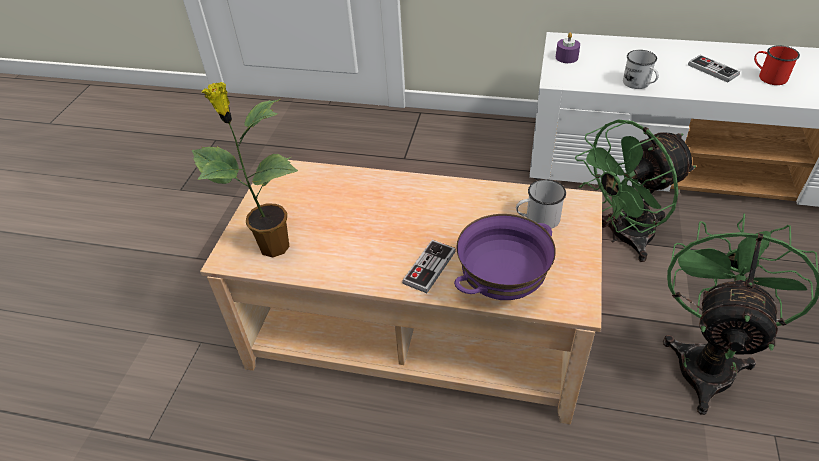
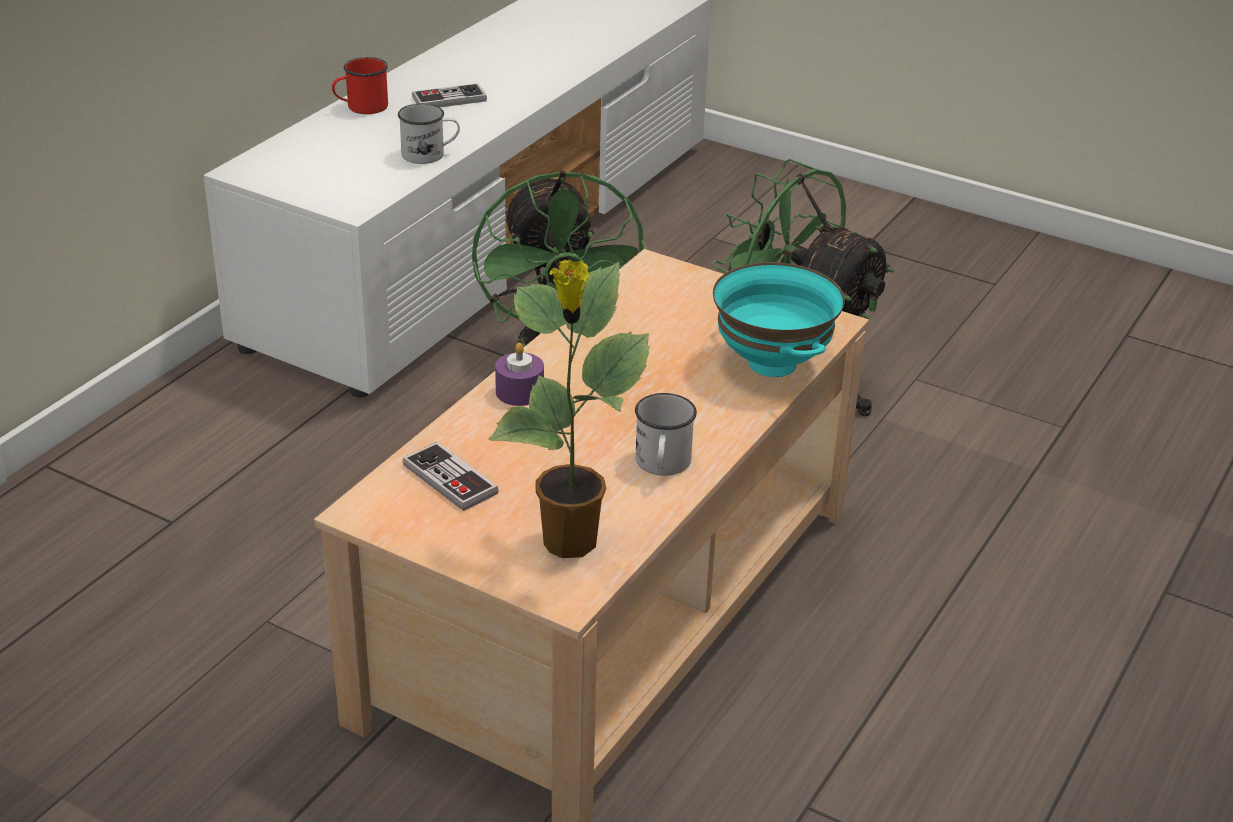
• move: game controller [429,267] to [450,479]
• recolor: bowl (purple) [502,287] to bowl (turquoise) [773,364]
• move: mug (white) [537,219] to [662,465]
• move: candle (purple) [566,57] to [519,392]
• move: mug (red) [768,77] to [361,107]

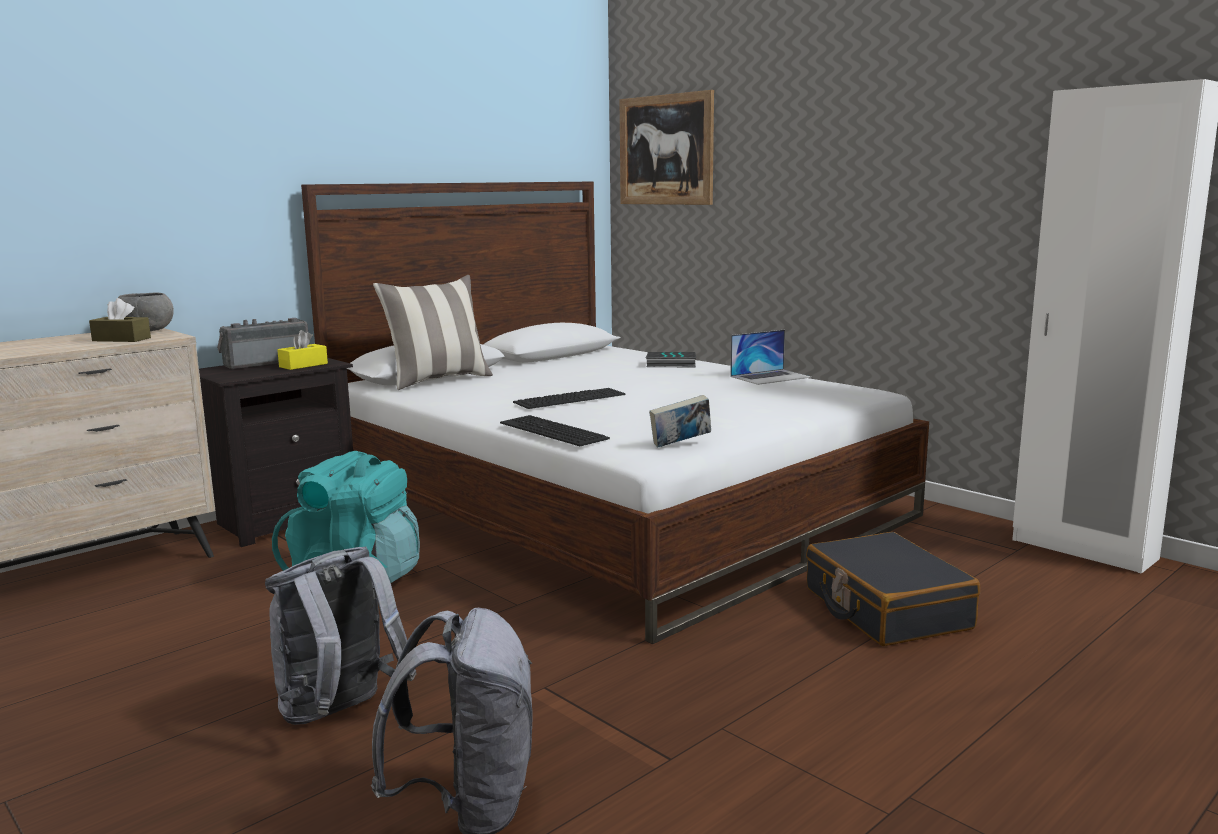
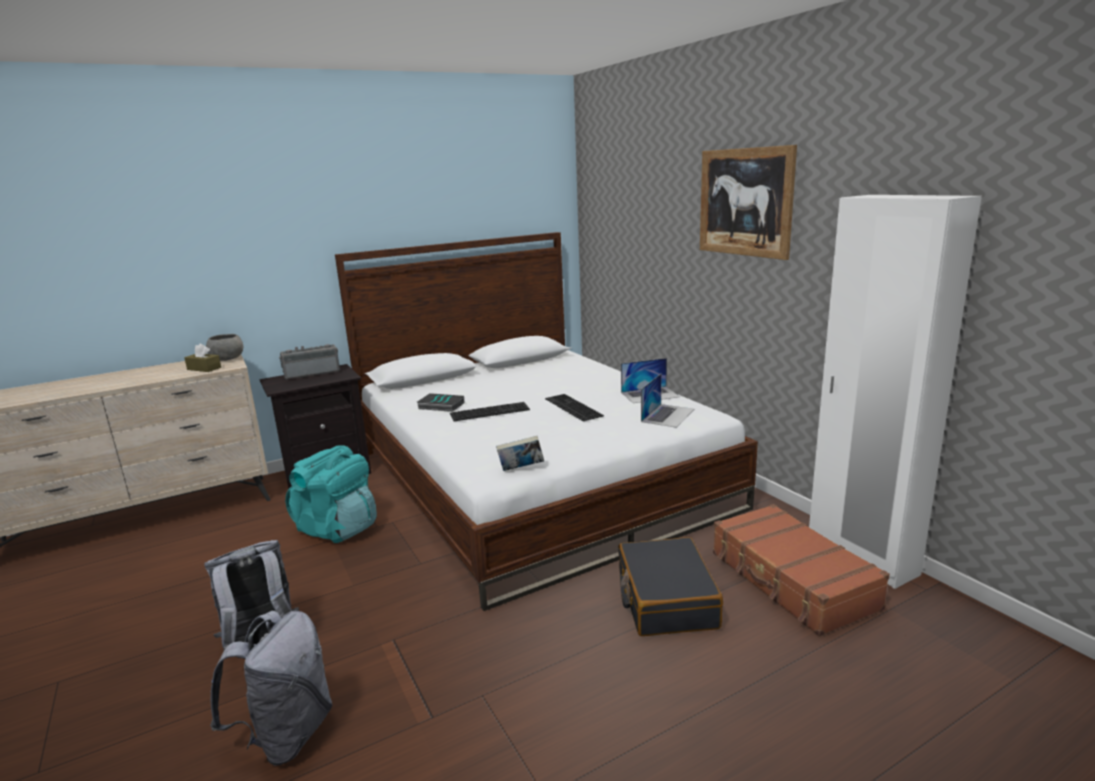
• delete: tissue box (yellow) [303,365]
• delete: pillow [438,381]
• move: keyboard [550,431] to [571,407]
• move: picture [666,150] to [745,202]
• move: book [670,364] to [440,406]
• insert: laptop [668,415]
• insert: suitcase (brown) [791,581]

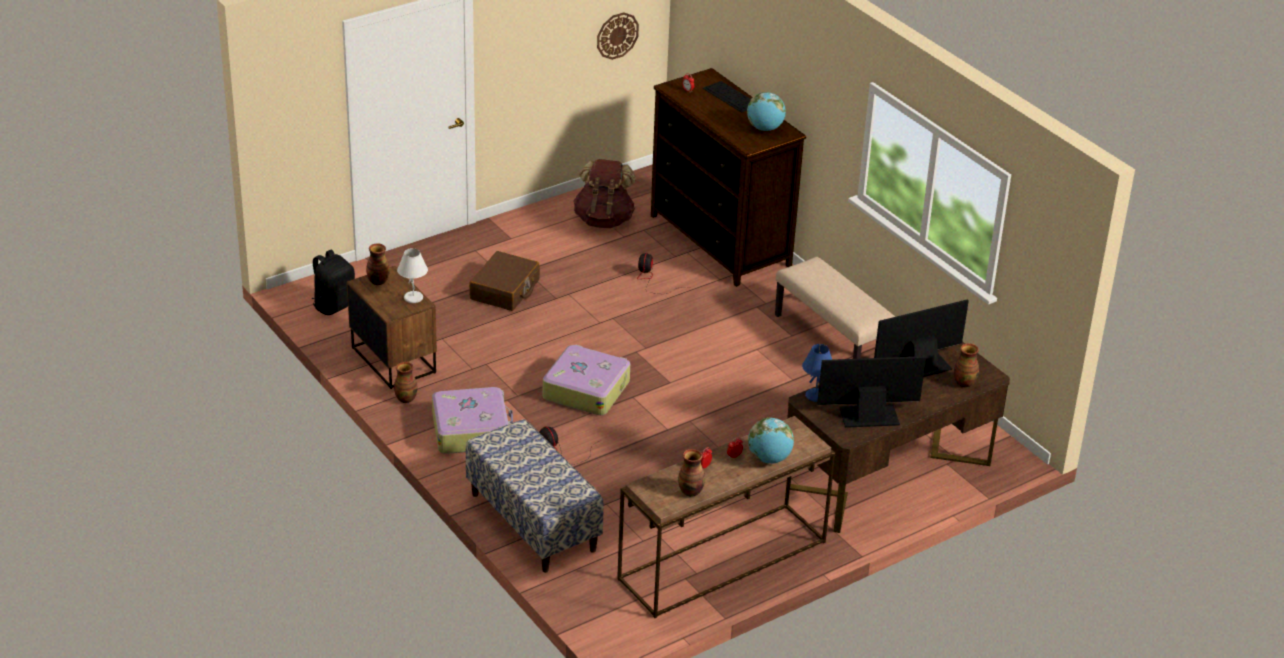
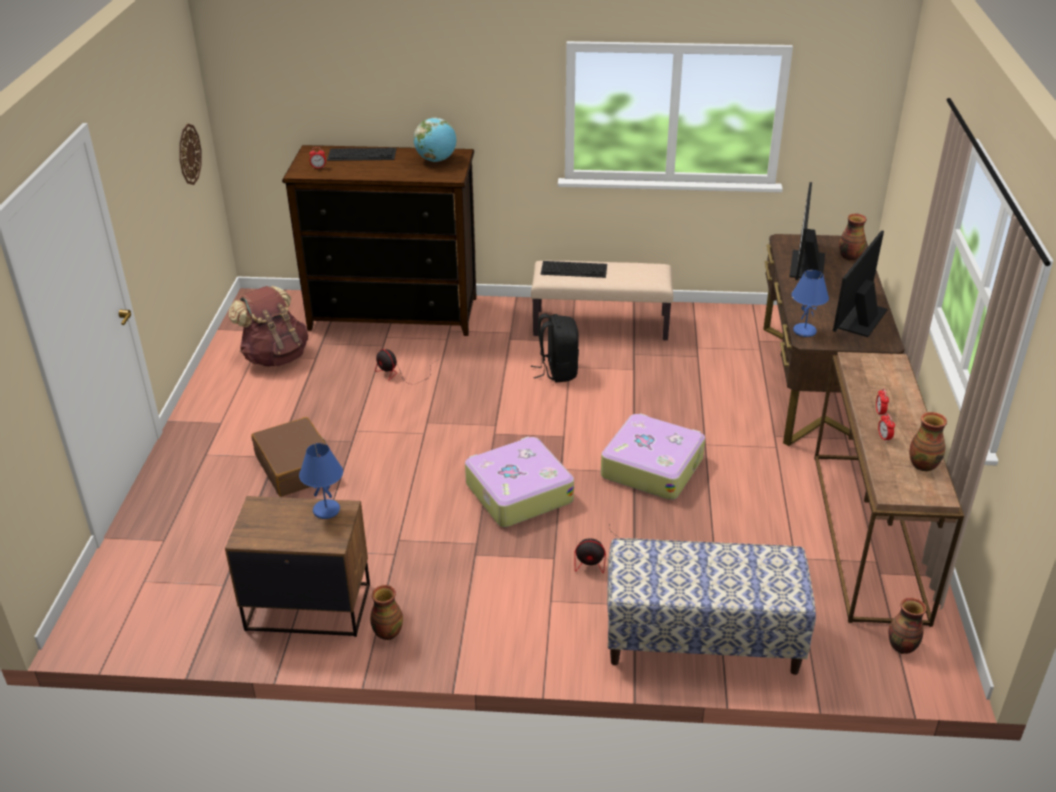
• move: backpack (black) [334,305] to [557,371]
• move: vase [377,281] to [902,647]
• recolor: table lamp (white) [414,298] to table lamp (blue) [327,510]
• move: suitcase [471,430] to [652,467]
• delete: globe [769,459]
• insert: keyboard [574,269]

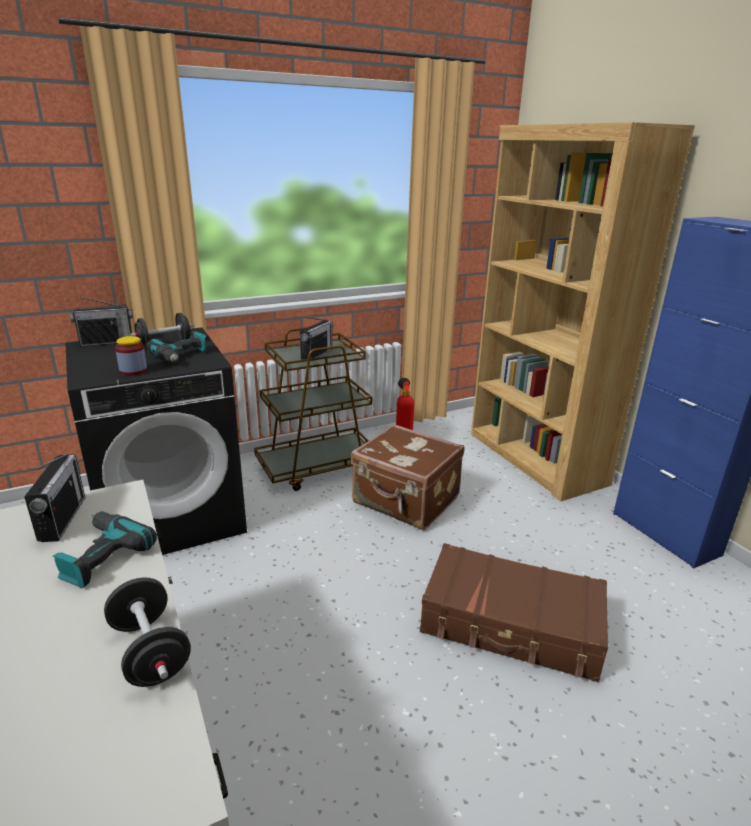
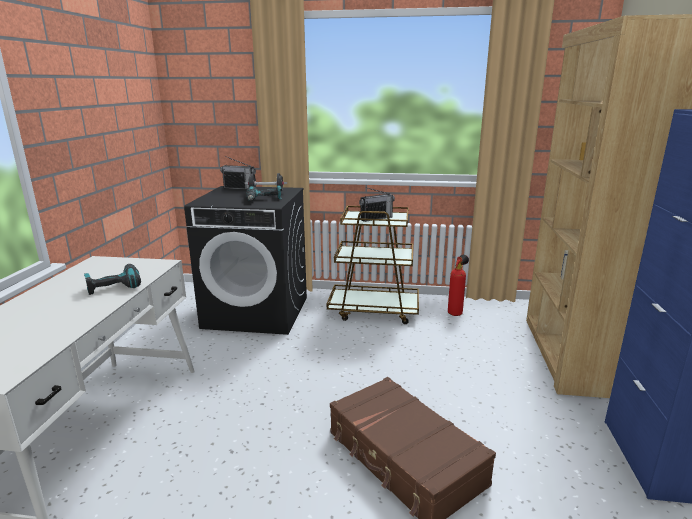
• delete: radio [62,518]
• delete: dumbbell (black) [150,651]
• delete: jar [133,371]
• delete: suitcase (brown) [405,501]

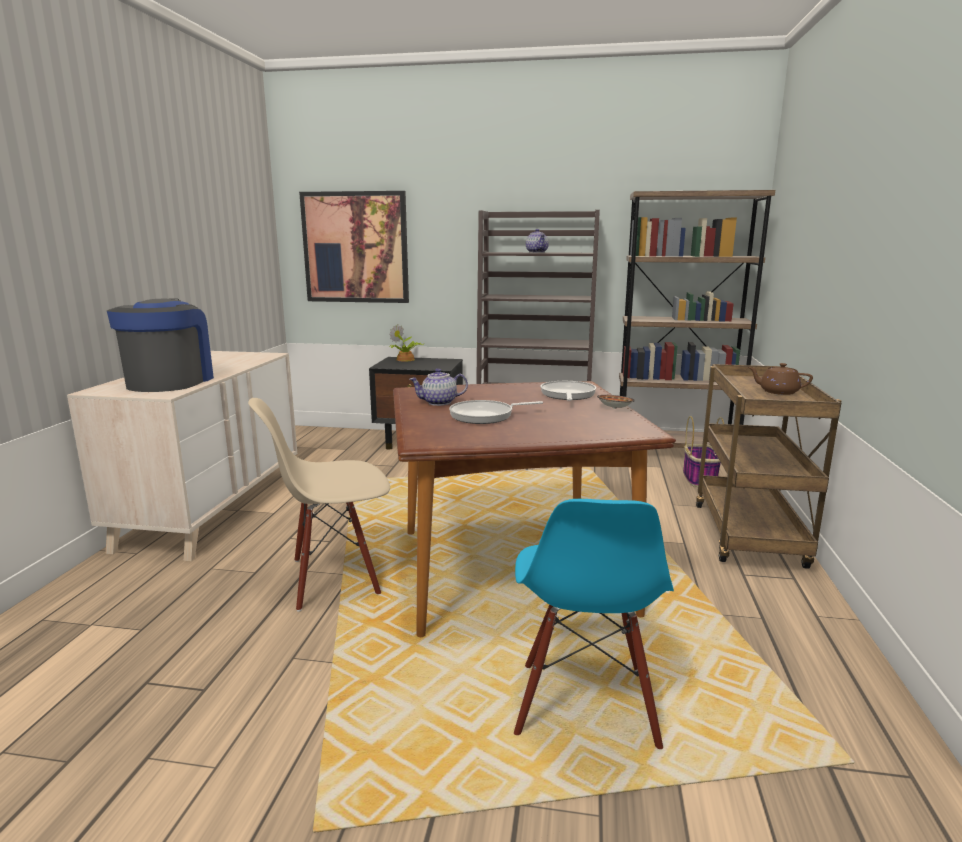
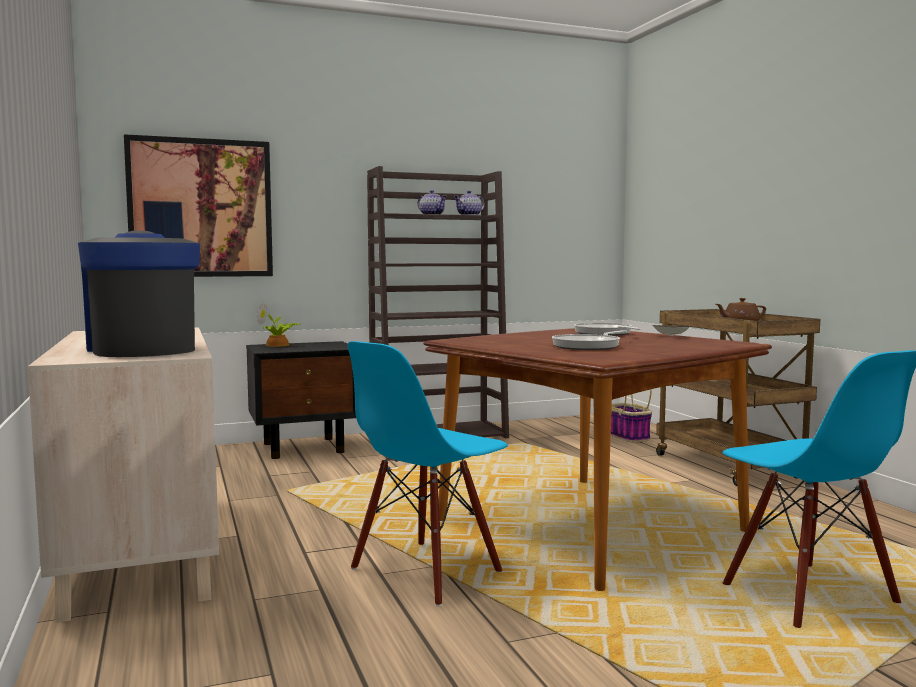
• recolor: chair (beige) [334,578] to chair (blue) [426,572]
• move: teapot [439,403] to [469,215]
• delete: bookcase (brown) [674,453]

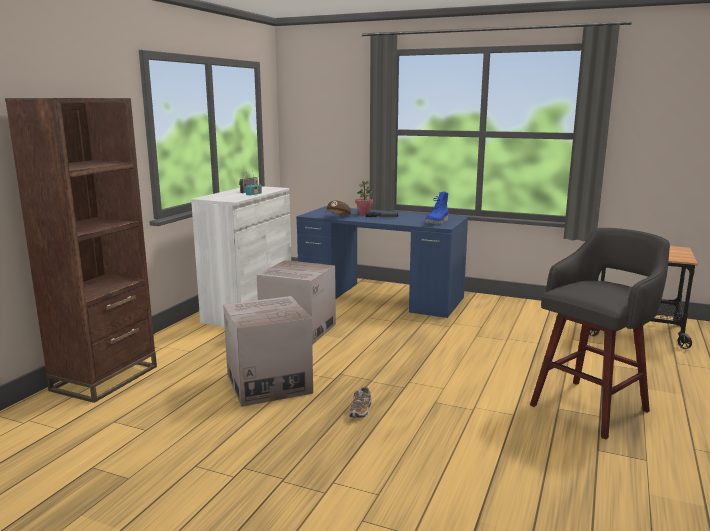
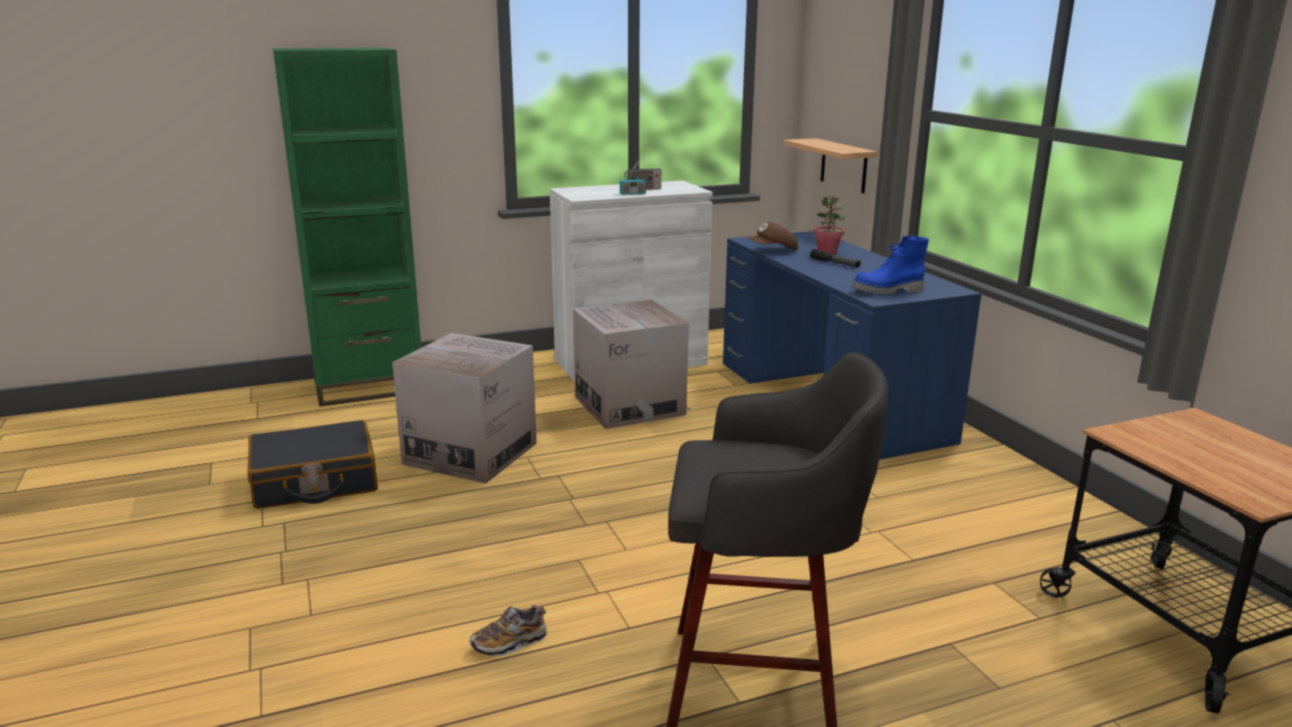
• recolor: bookcase (brown) [105,378] to bookcase (green) [369,387]
• move: shoe [360,411] to [509,643]
• insert: suitcase (black) [315,482]
• insert: shelf [843,165]

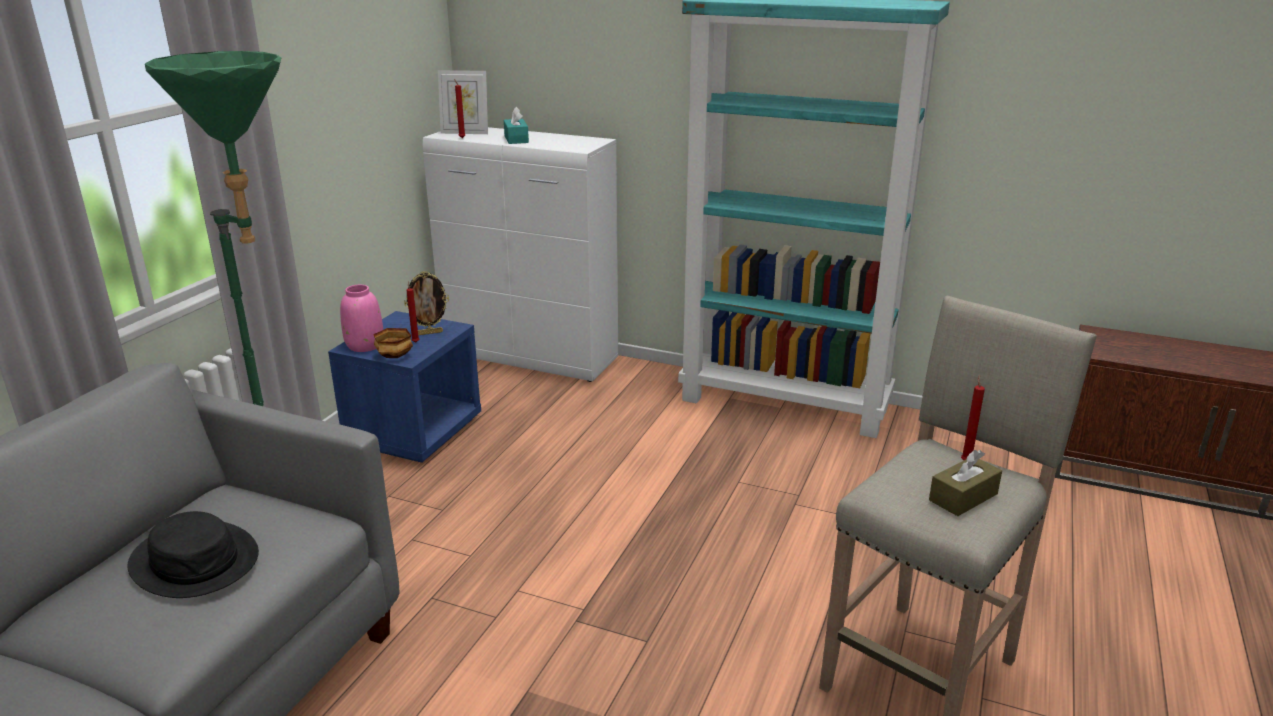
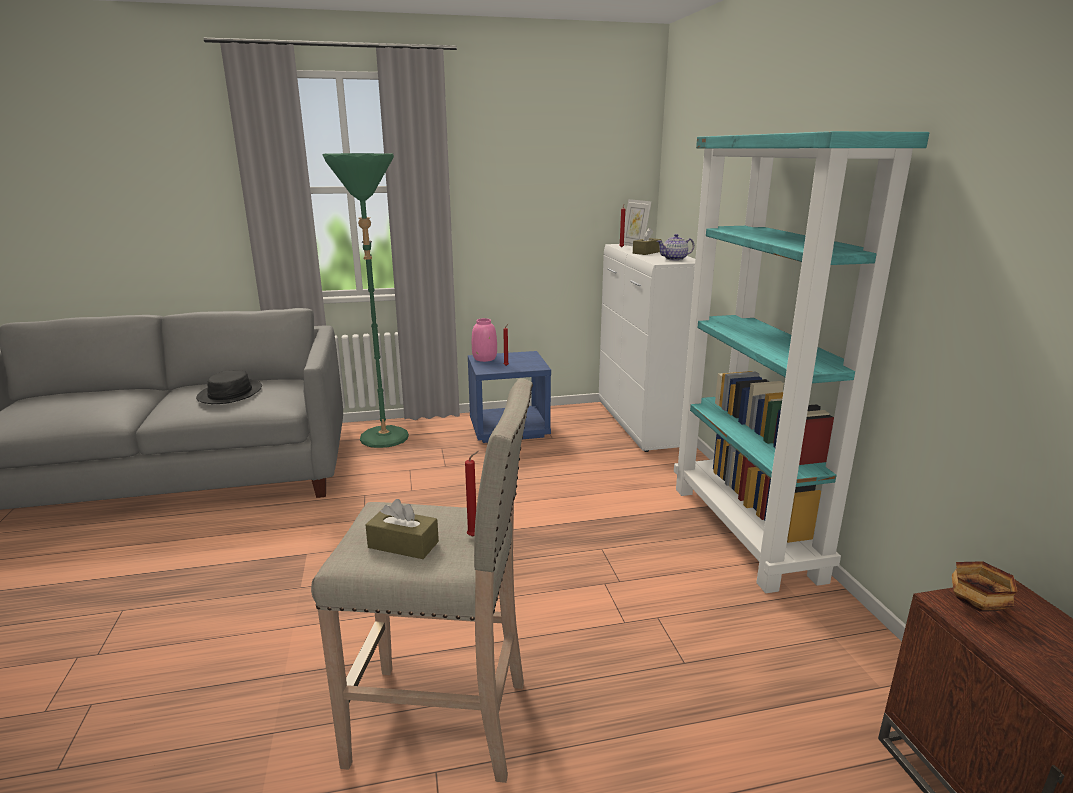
• move: bowl [394,356] to [976,605]
• delete: picture frame [430,333]
• recolor: tissue box (turquoise) [516,139] to tissue box (brown) [646,252]
• insert: teapot [674,259]

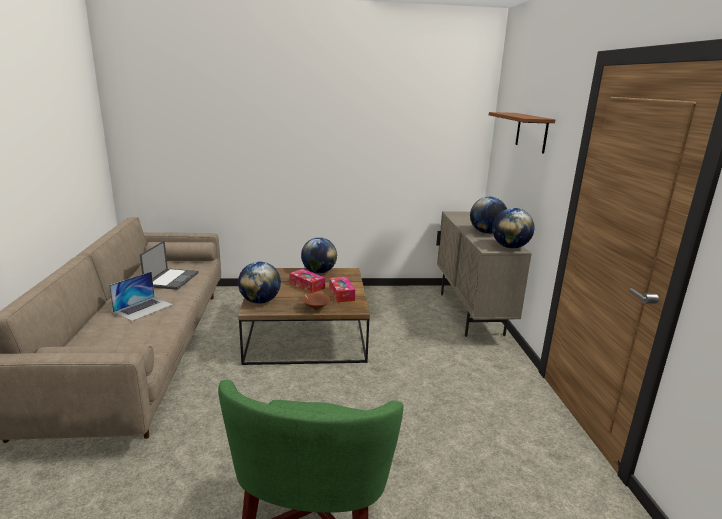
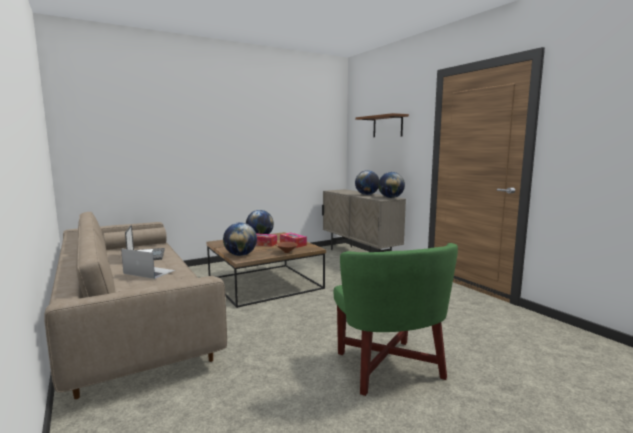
• rotate: laptop [143,308] = [149,272] 75 degrees counterclockwise

